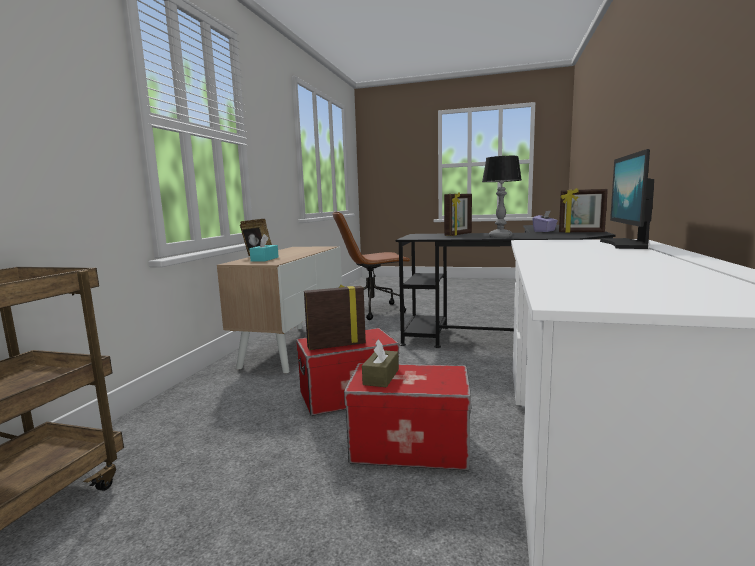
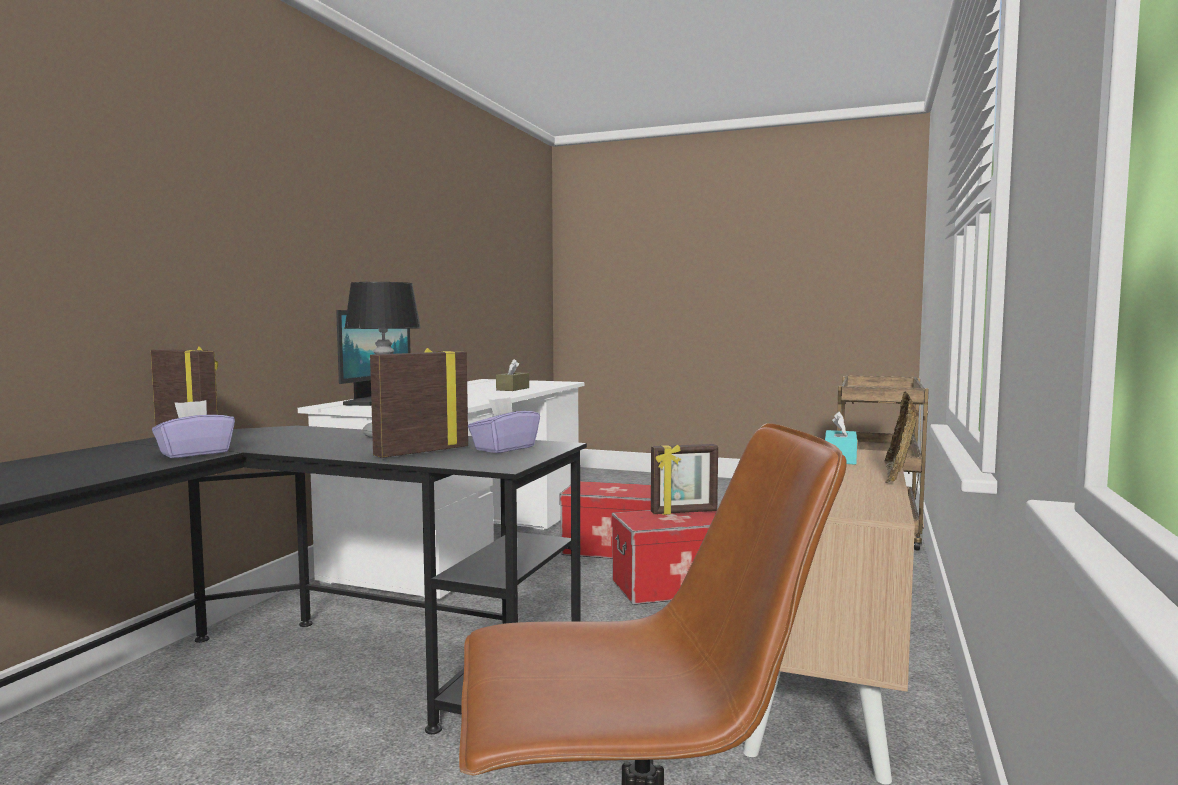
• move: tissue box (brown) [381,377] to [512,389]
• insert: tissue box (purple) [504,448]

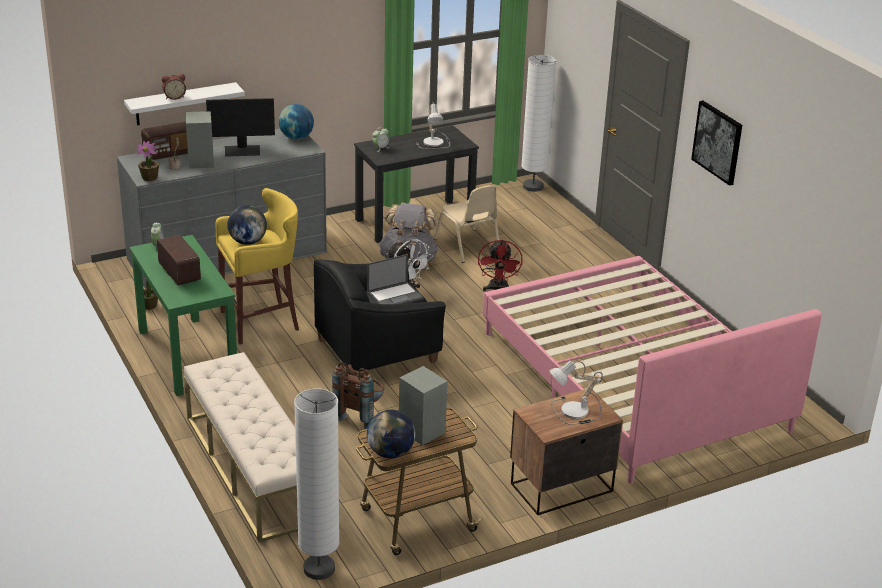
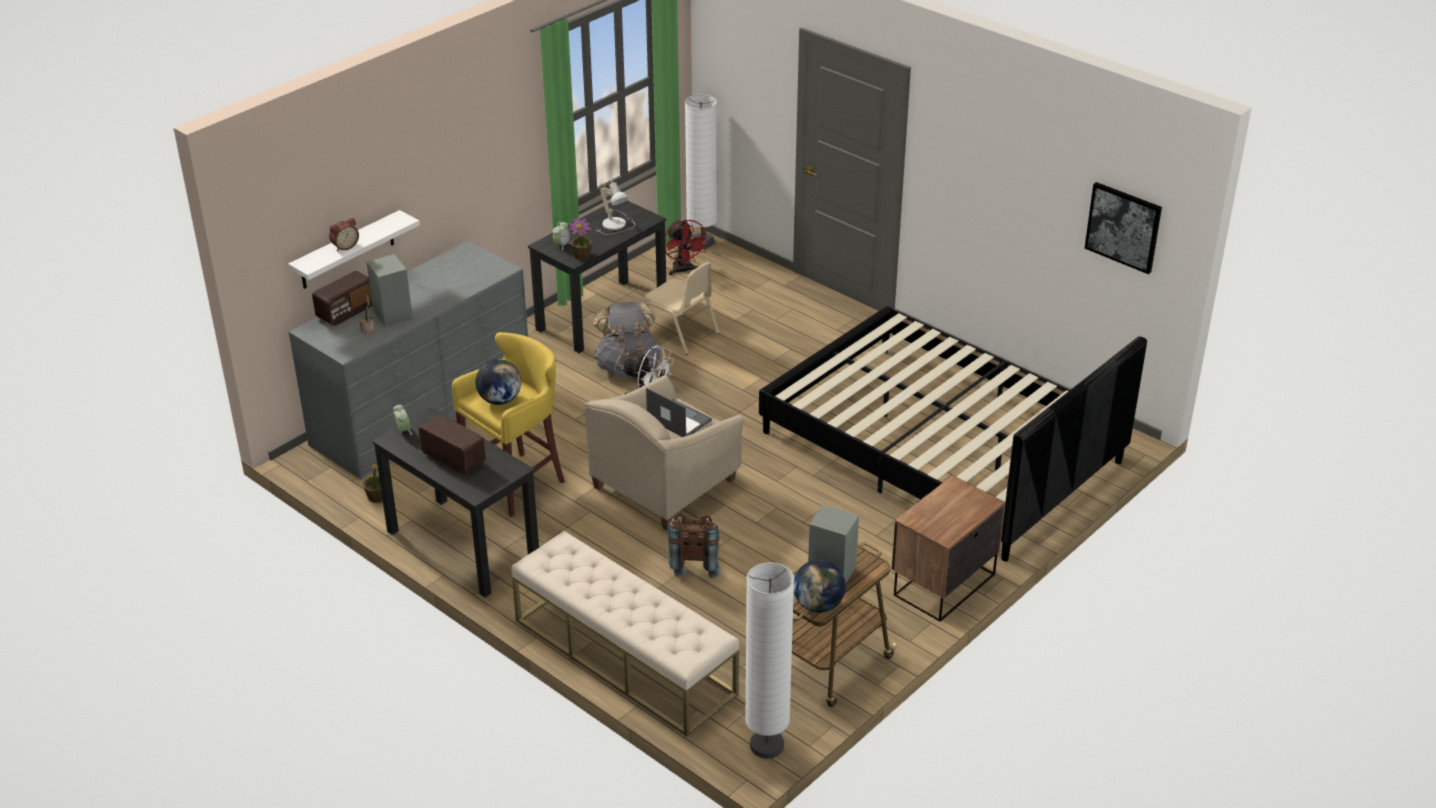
• recolor: desk (green) [187,355] to desk (black) [462,545]
• move: potted plant [149,178] to [582,255]
• delete: monitor [242,150]
• delete: globe [296,137]
• recolor: armchair (black) [377,352] to armchair (beige) [665,485]
• rotate: laptop [395,295] = [678,419] 90 degrees counterclockwise
• move: fan (red) [498,289] to [683,271]
• recolor: bed (pink) [631,381] to bed (black) [940,448]
• delete: table lamp [574,412]
• move: picture [718,142] to [1123,227]

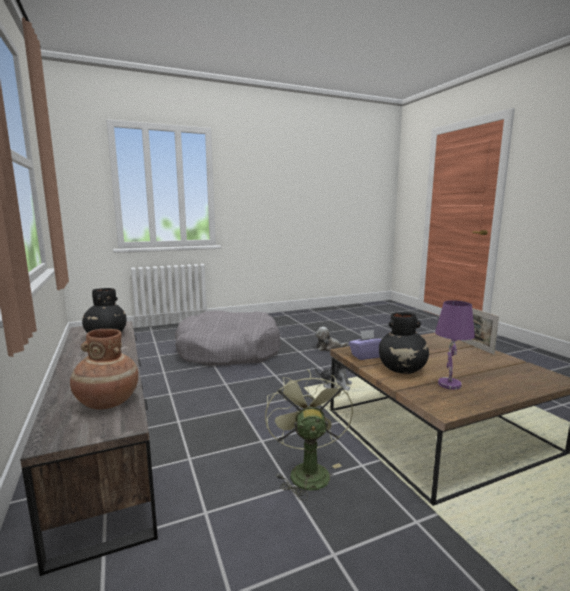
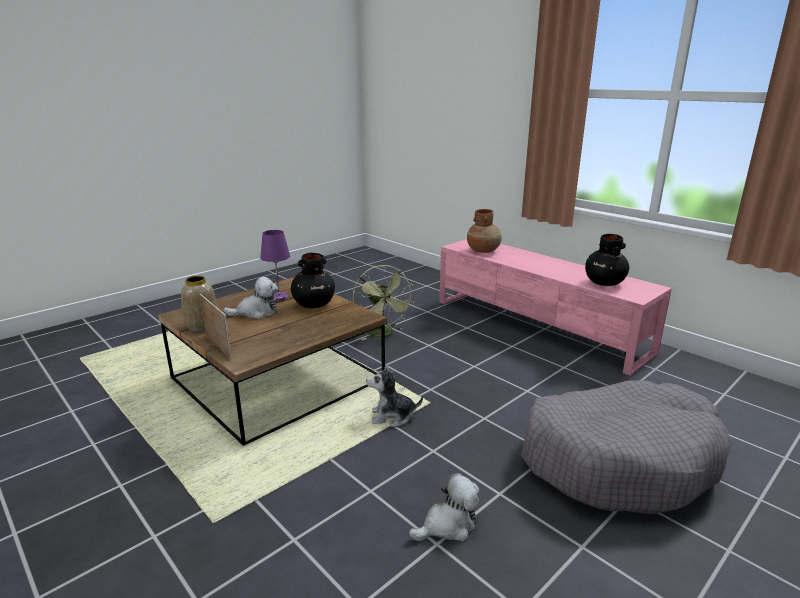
• recolor: tv stand (brown) [107,441] to tv stand (pink) [538,326]
• delete: tissue box (purple) [367,356]
• insert: vase [202,327]
• insert: plush toy [256,312]

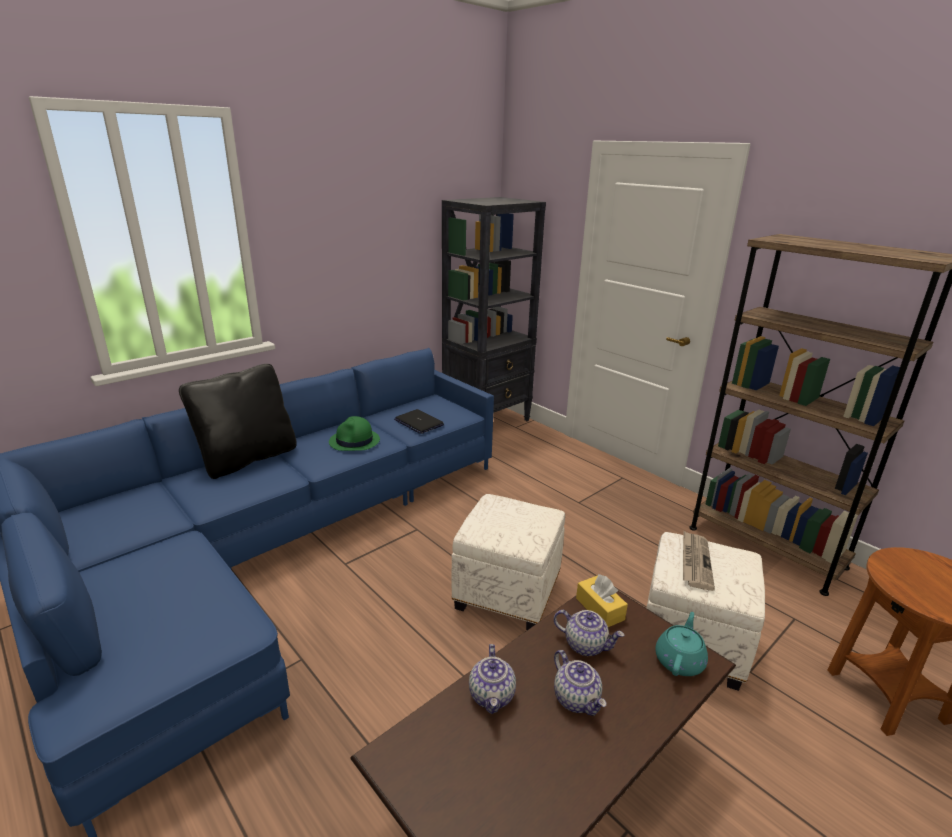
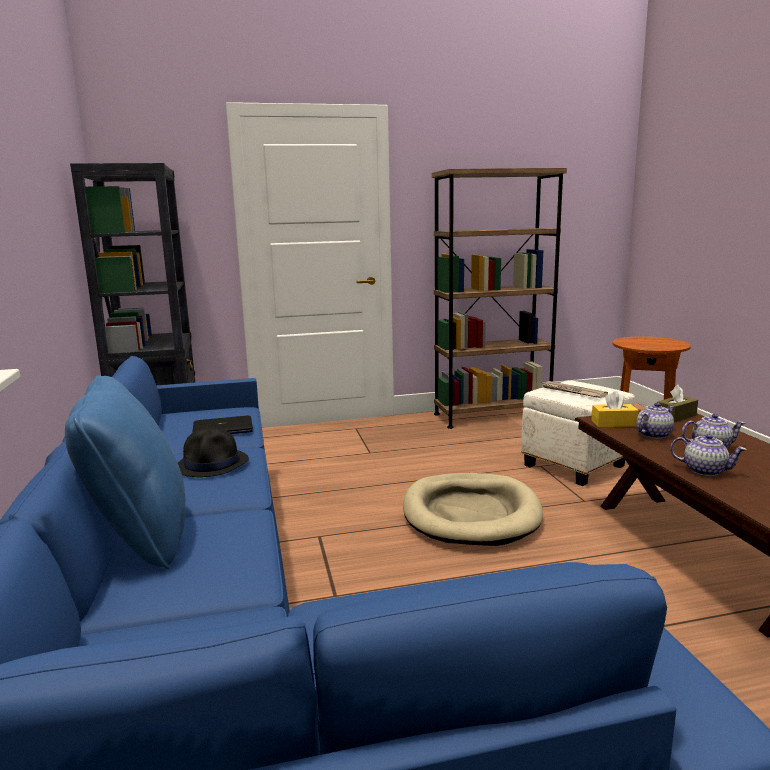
• recolor: pillow (black) [248,458] to pillow (blue) [140,537]
• recolor: hat (green) [354,441] to hat (black) [212,464]
• replace: ottoman (white) [508,594] to dog bed (beige) [471,514]
• replace: teapot (turquoise) [679,660] to tissue box (brown) [676,416]

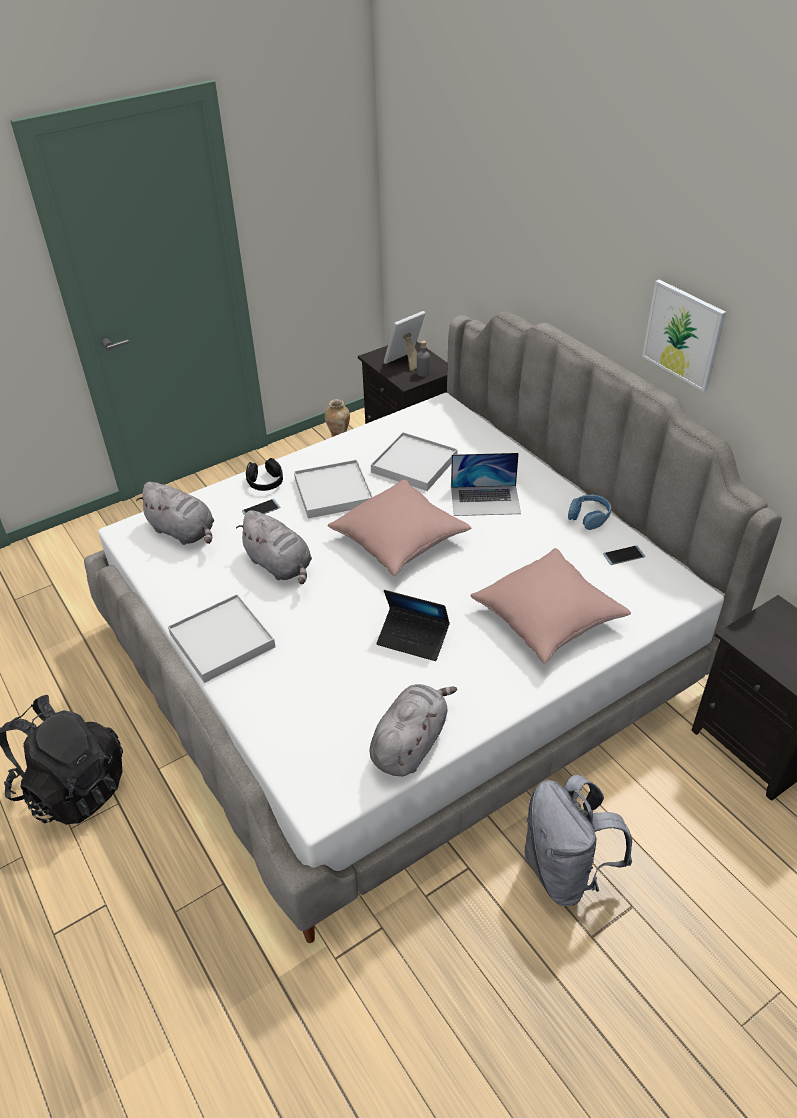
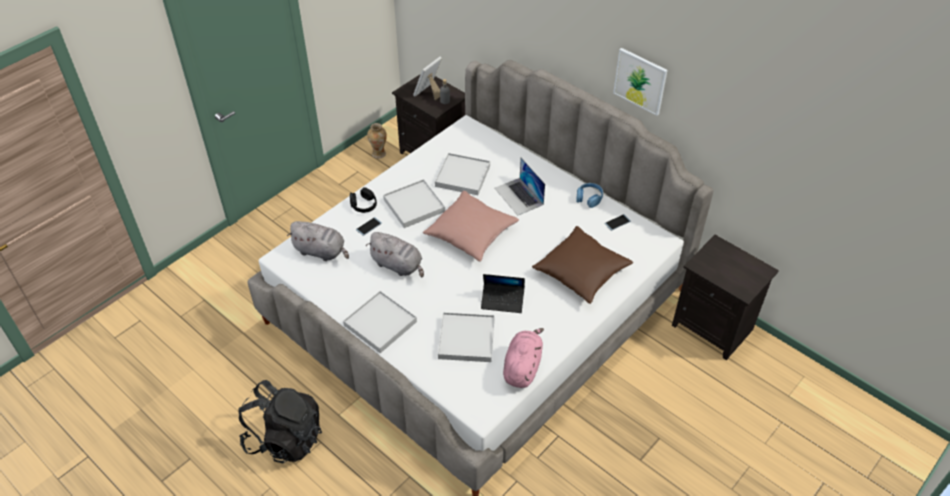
• recolor: plush toy (grey) [410,743] to plush toy (pink) [522,367]
• rotate: laptop [485,500] = [519,196] 75 degrees clockwise
• recolor: pillow (pink) [548,617] to pillow (brown) [581,272]
• delete: backpack (grey) [566,871]
• insert: tray (white) [466,339]

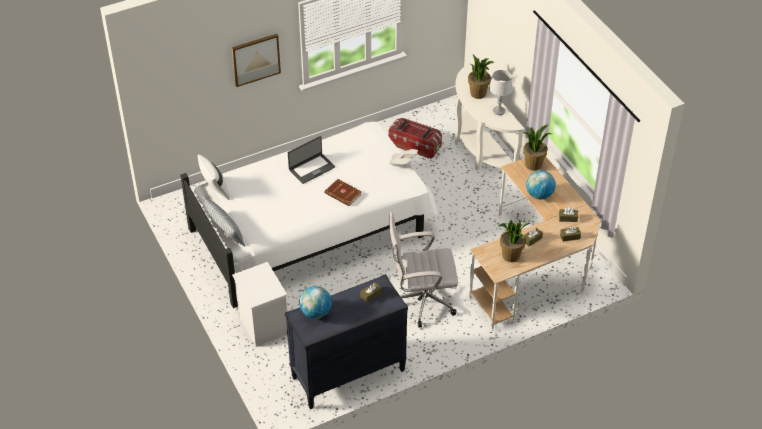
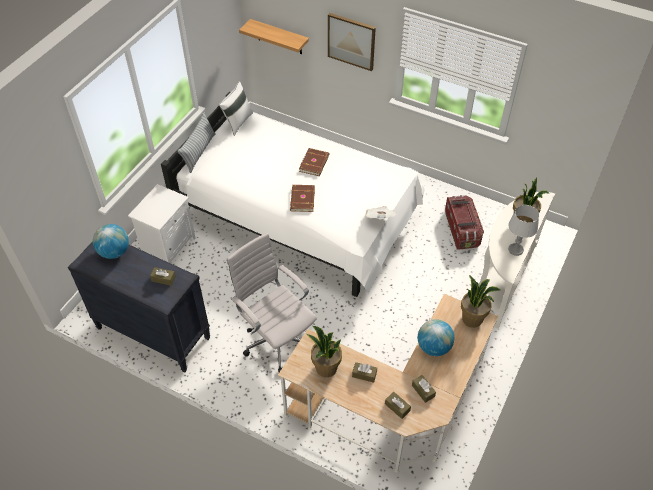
• replace: laptop [311,168] to book (brown) [315,163]
• insert: shelf [279,37]

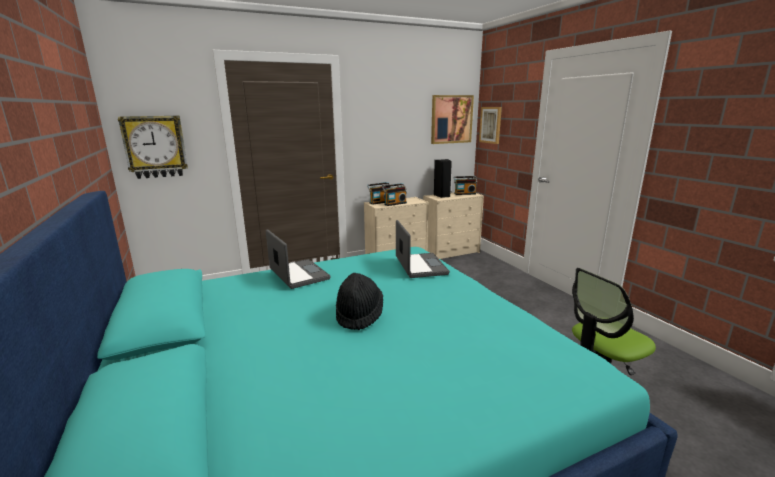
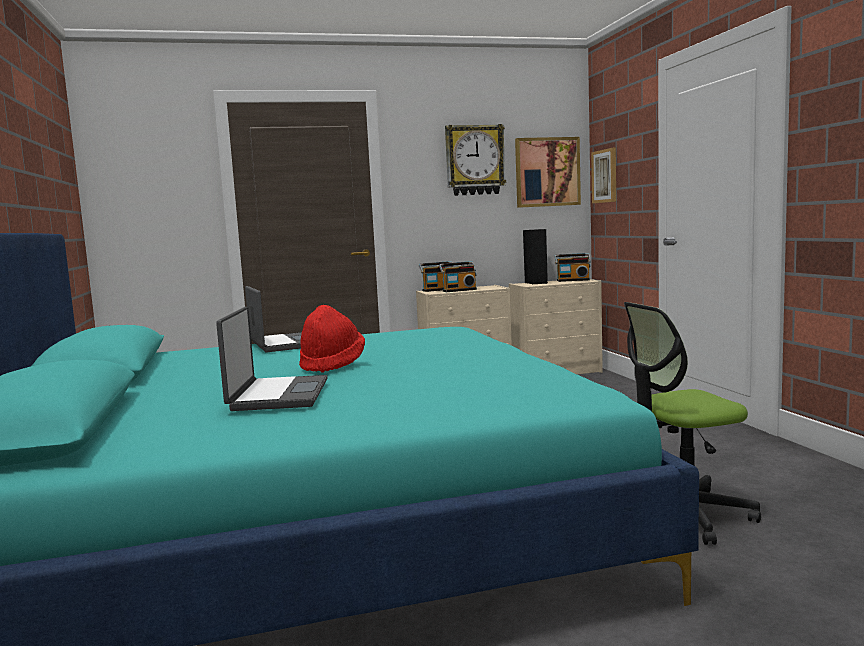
• move: wall clock [155,147] to [474,160]
• recolor: hat (black) [359,315] to hat (red) [332,364]
• move: laptop [419,266] to [277,395]

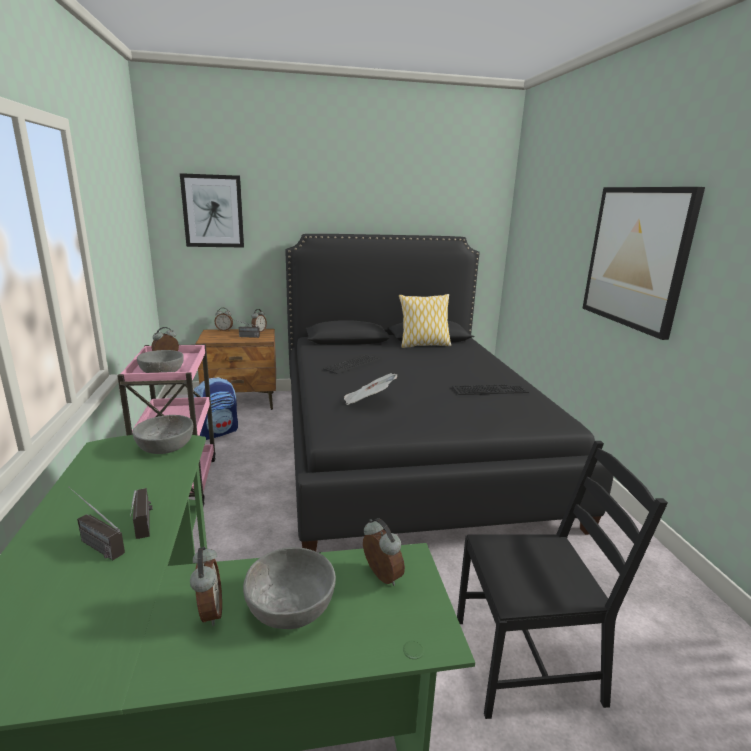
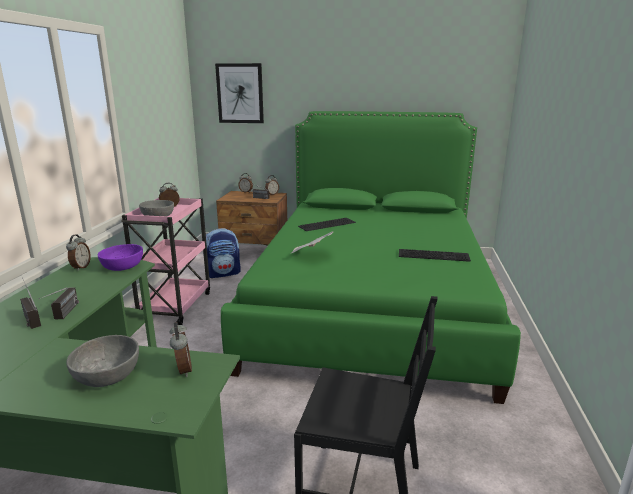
• recolor: bowl (grey) [165,446] to bowl (purple) [122,266]
• move: alarm clock [209,612] to [80,267]
• recolor: bed (black) [406,446] to bed (green) [370,302]
• delete: pillow [424,345]
• delete: picture [636,257]

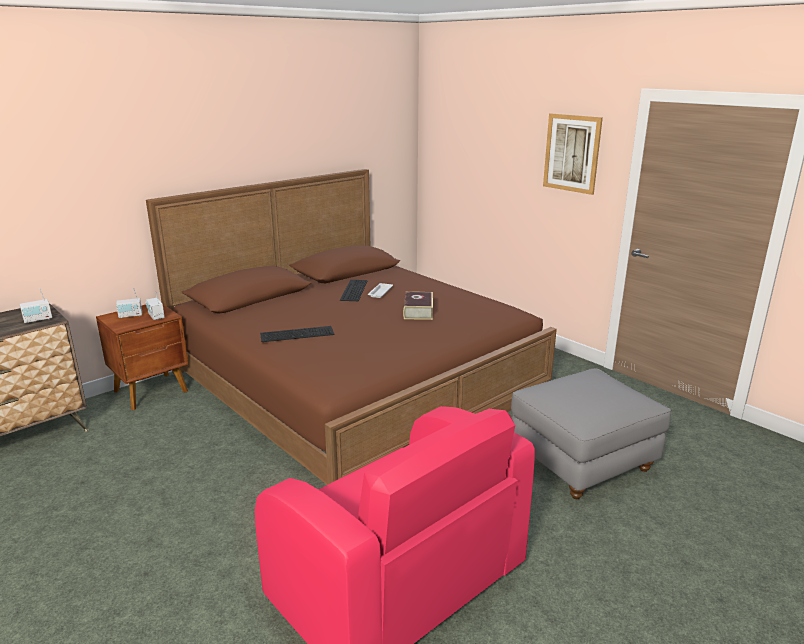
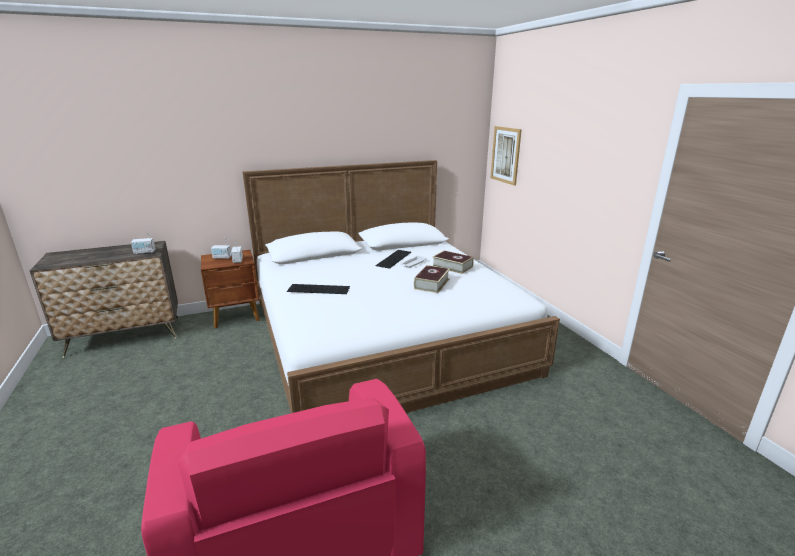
• recolor: bed (brown) [355,381] to bed (white) [384,335]
• delete: ottoman (grey) [582,462]
• move: picture [572,153] to [505,155]
• insert: book [452,266]

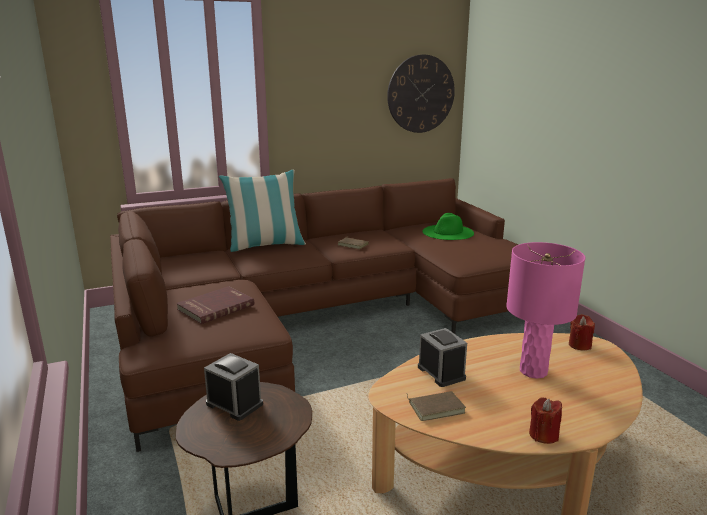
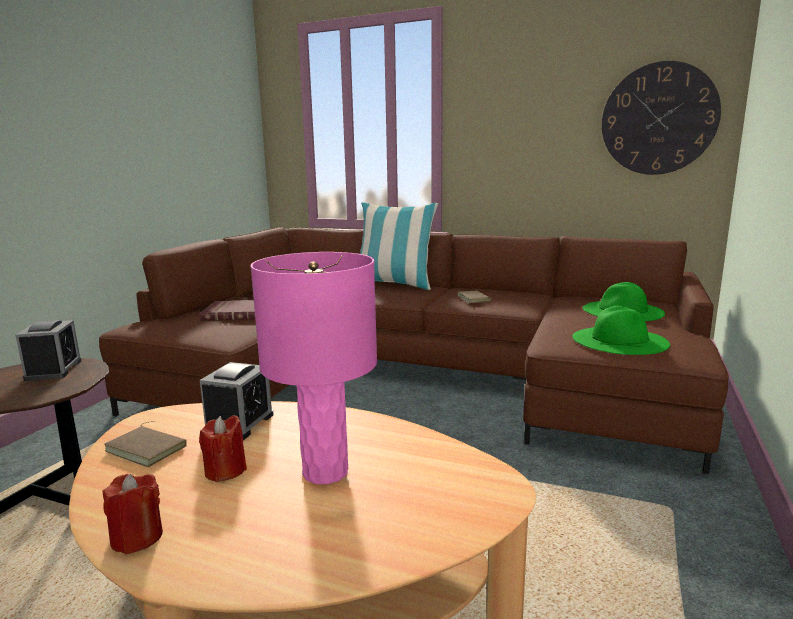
• move: candle (red) [579,345] to [225,471]
• insert: hat (green) [619,340]

